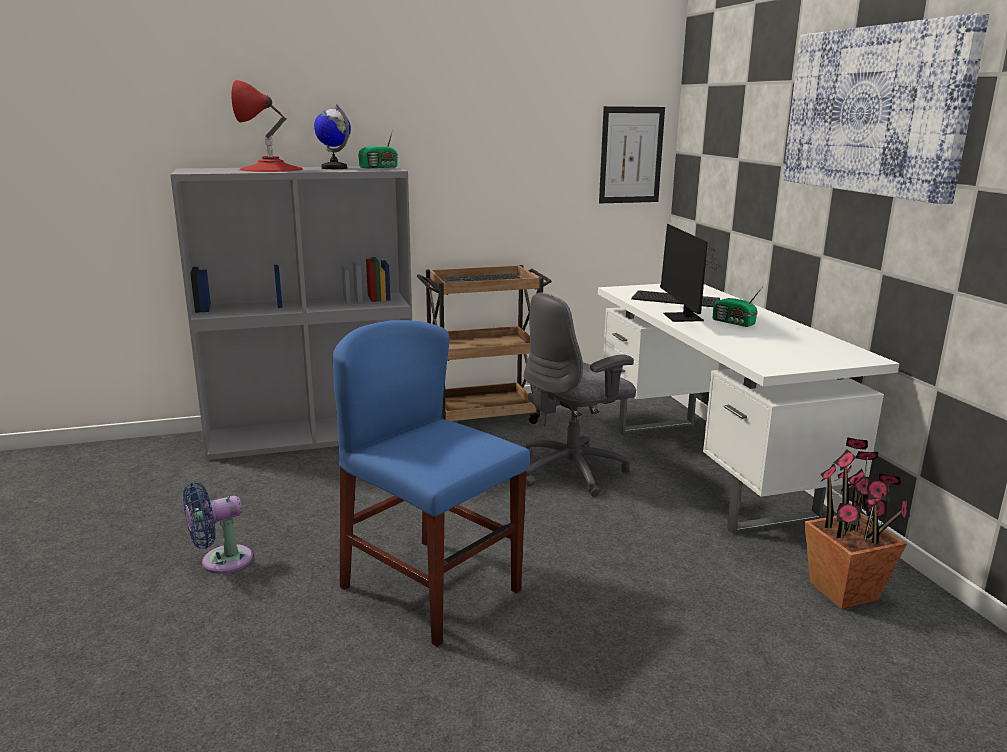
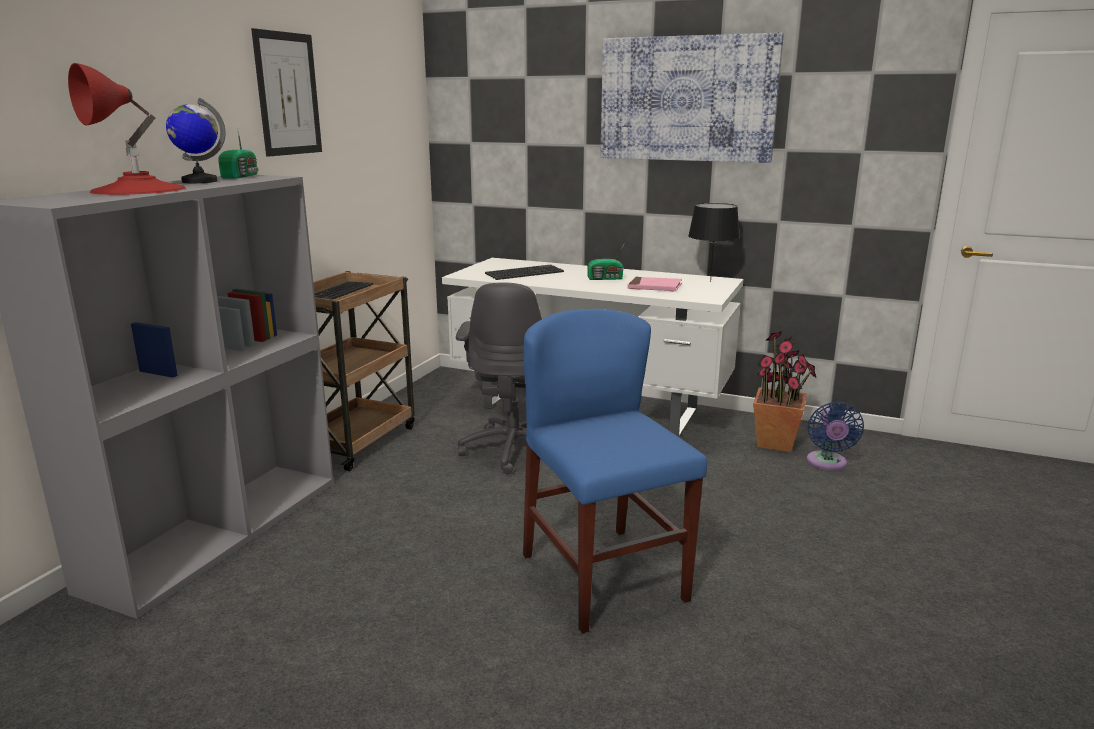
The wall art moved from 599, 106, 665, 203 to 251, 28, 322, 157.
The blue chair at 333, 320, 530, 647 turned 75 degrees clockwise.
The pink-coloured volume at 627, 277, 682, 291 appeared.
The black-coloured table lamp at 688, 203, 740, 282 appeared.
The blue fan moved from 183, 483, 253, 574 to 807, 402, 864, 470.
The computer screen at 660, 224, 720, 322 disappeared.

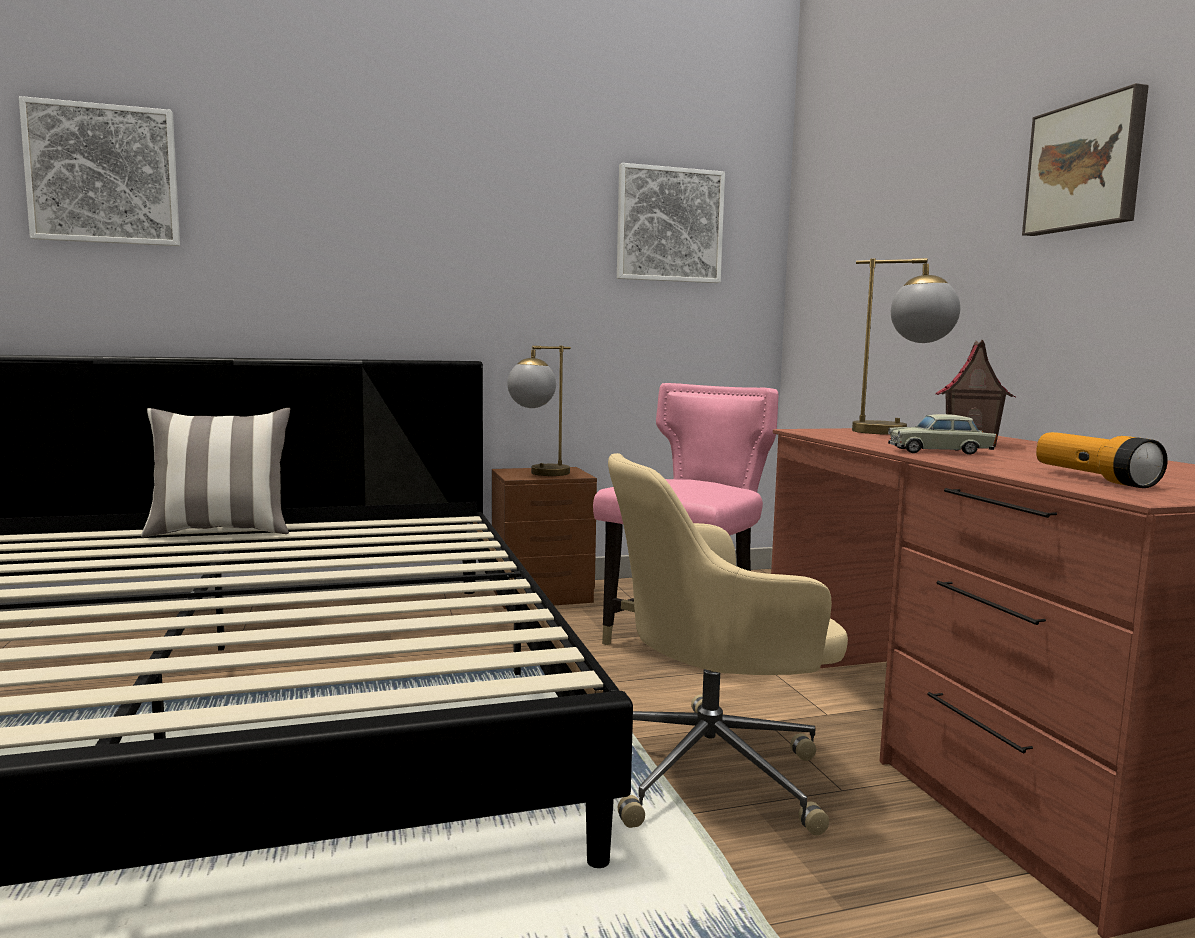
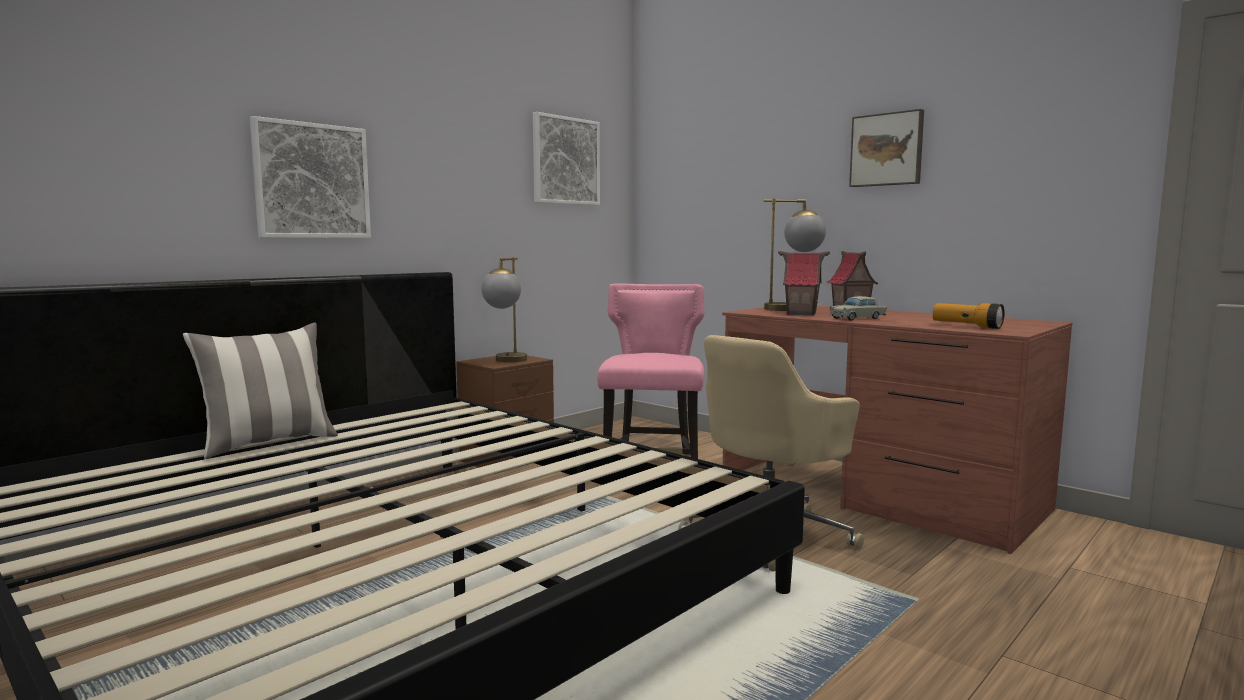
The wall art moved from 19, 96, 180, 246 to 250, 116, 371, 238.
The toy house at 778, 251, 830, 316 appeared.

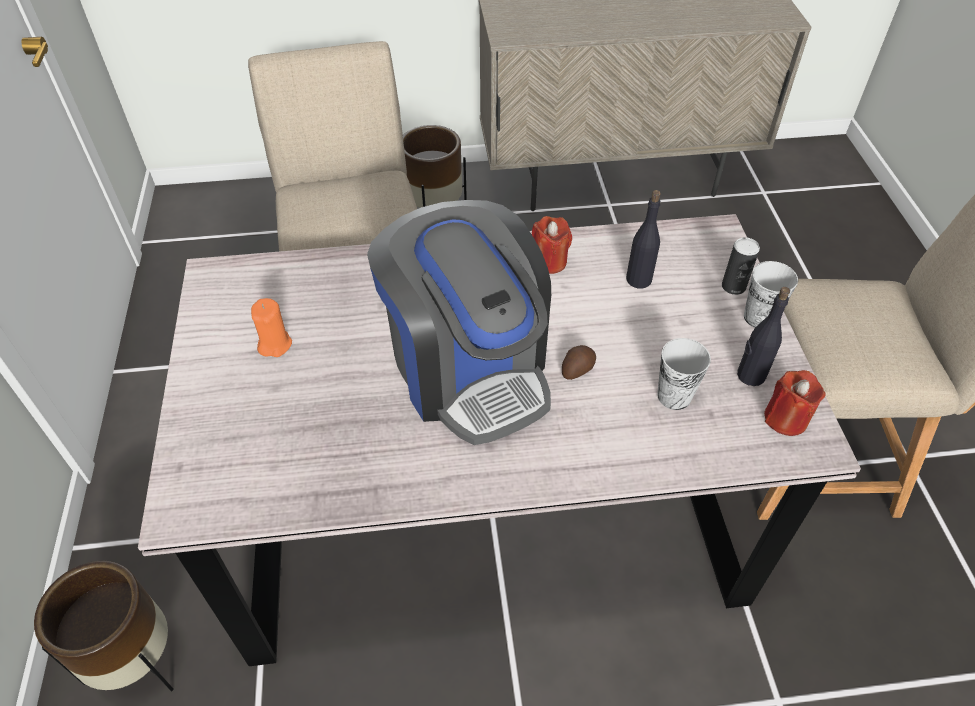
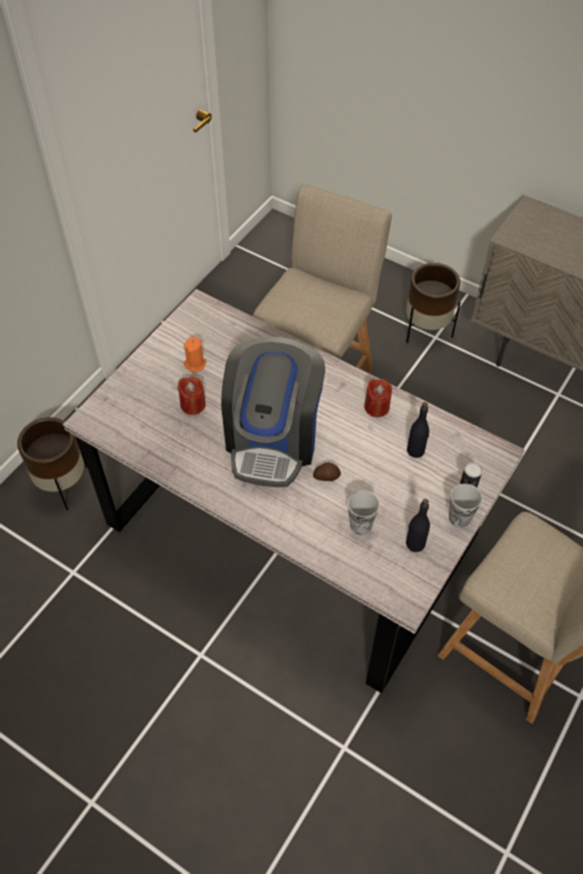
The red-coloured wax candle moved from 764, 370, 826, 436 to 178, 376, 206, 415.

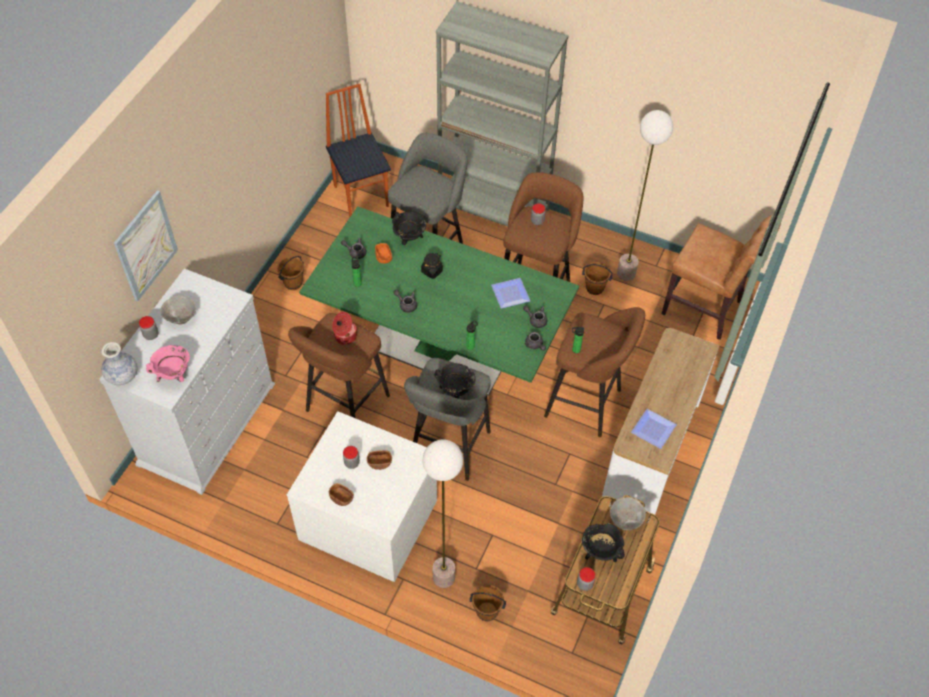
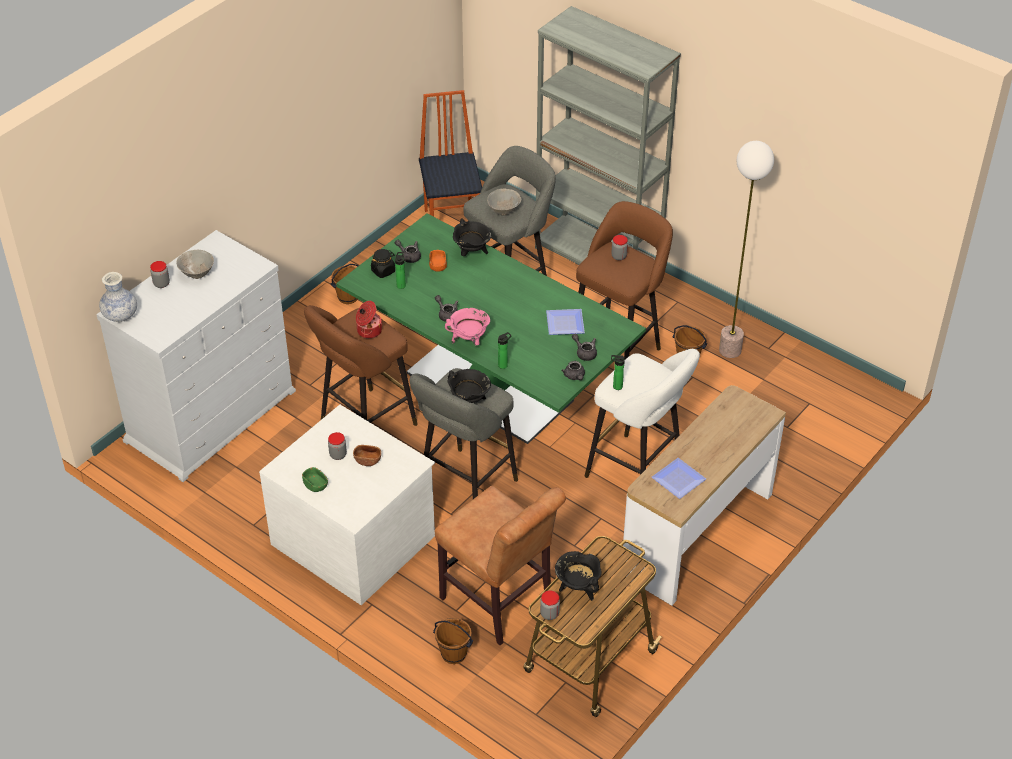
The brown-coloured serving bowl at 329, 483, 354, 506 became the greenish serving bowl at 302, 467, 328, 492.
The black-coloured storage jar moved from 421, 253, 443, 279 to 371, 249, 395, 278.
The brown-coloured chair moved from 662, 215, 781, 340 to 435, 485, 566, 645.
The pink-coloured cooking pot moved from 146, 345, 190, 382 to 445, 308, 490, 346.
The grey serving bowl moved from 610, 497, 646, 530 to 487, 189, 521, 216.
The brown-coloured stool seat at 544, 307, 645, 437 became the white stool seat at 585, 349, 700, 478.
The wall art at 114, 190, 178, 301 disappeared.
The floor lamp at 423, 439, 463, 588 disappeared.

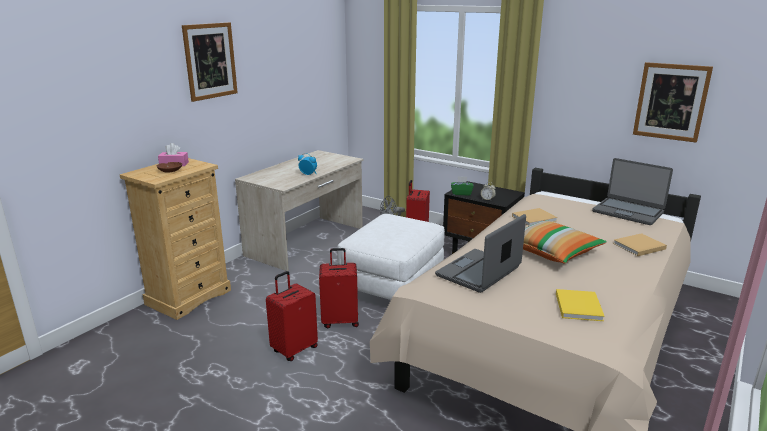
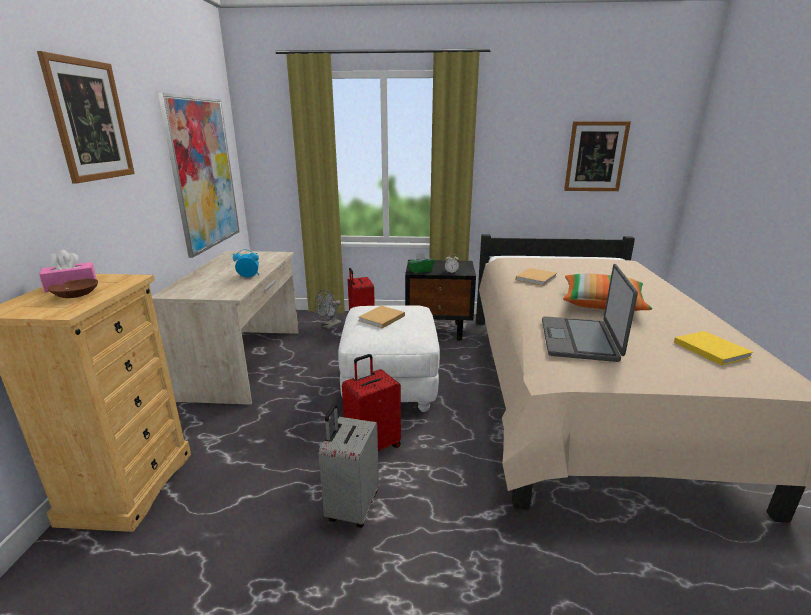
The wall art at 158, 93, 240, 258 appeared.
The red-coloured suitcase at 266, 271, 318, 361 became the grey suitcase at 319, 404, 379, 528.
The beige volume moved from 613, 233, 667, 256 to 358, 306, 405, 328.
The notebook computer at 592, 158, 673, 225 disappeared.

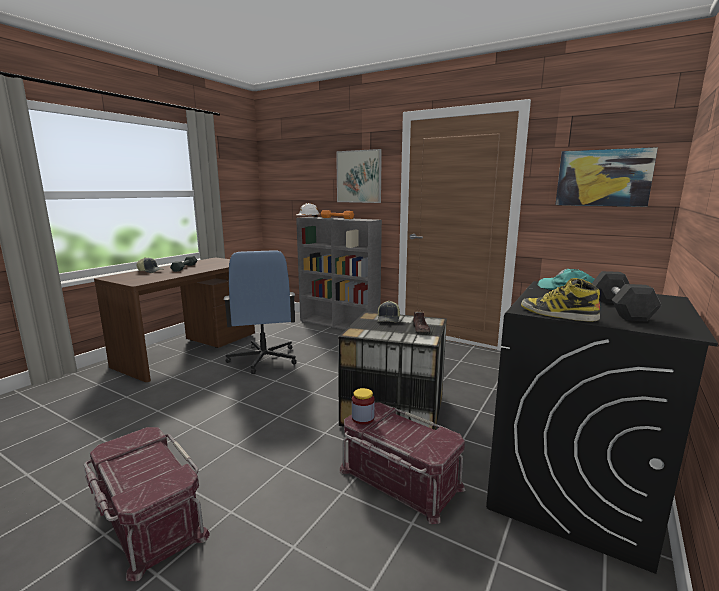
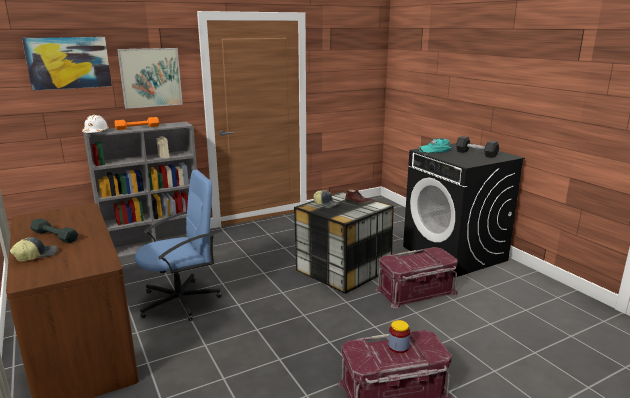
The wall art moved from 555, 147, 658, 207 to 22, 37, 112, 91.
The blue desk chair at 224, 251, 297, 374 turned 45 degrees counterclockwise.
The storage jar moved from 352, 388, 375, 424 to 388, 320, 410, 353.
The high-top boot at 521, 278, 600, 322 disappeared.

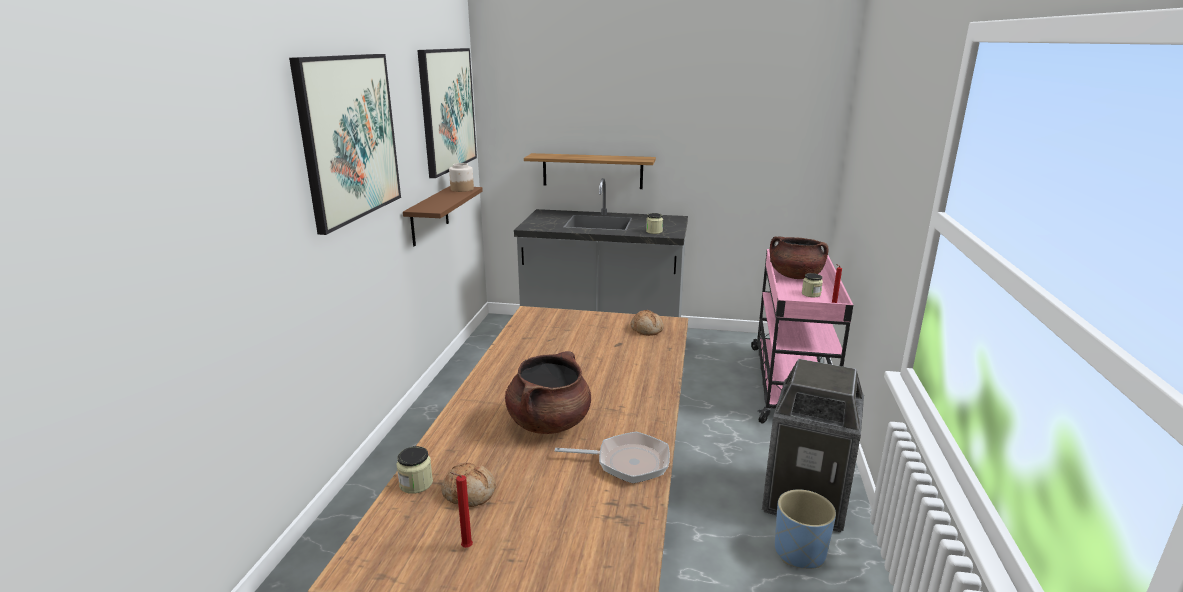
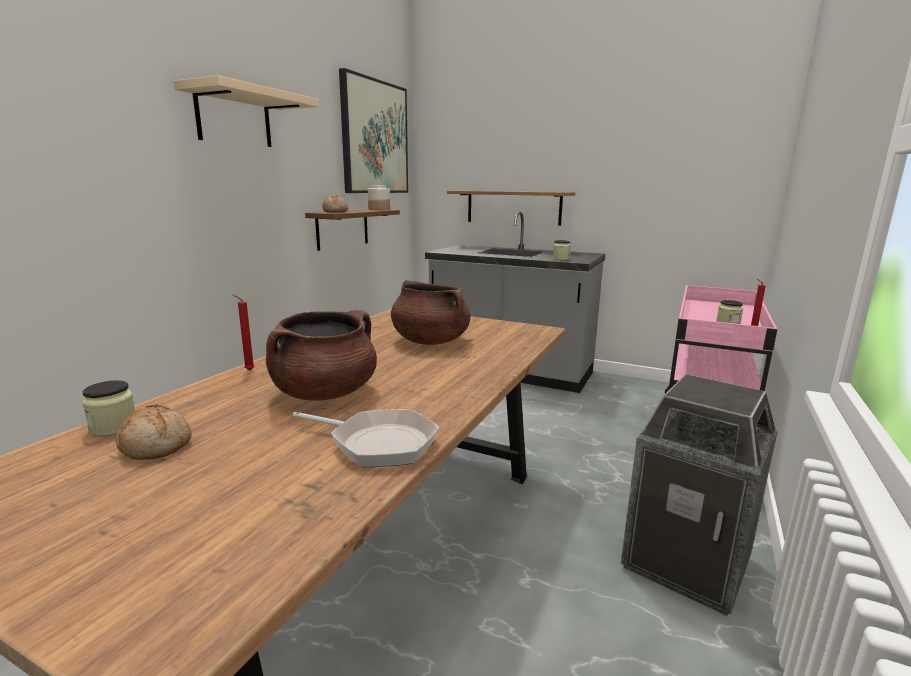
The wall art at 289, 54, 401, 235 was replaced by the beige wall shelf at 174, 75, 319, 147.
The red-coloured wax candle moved from 450, 472, 473, 548 to 232, 294, 255, 370.
The baked bread moved from 631, 310, 664, 336 to 322, 196, 348, 213.
The brown-coloured cooking pot moved from 770, 236, 829, 279 to 391, 280, 470, 345.
The blue flower pot at 775, 489, 836, 569 disappeared.

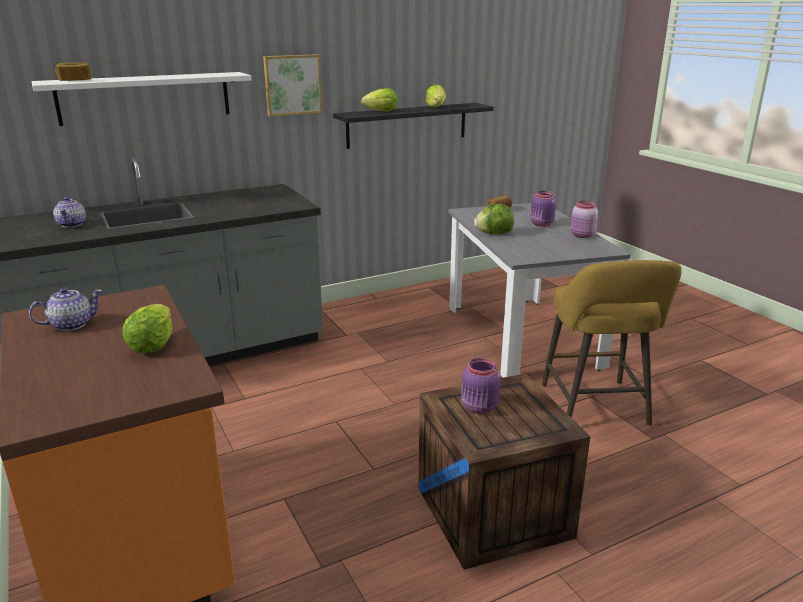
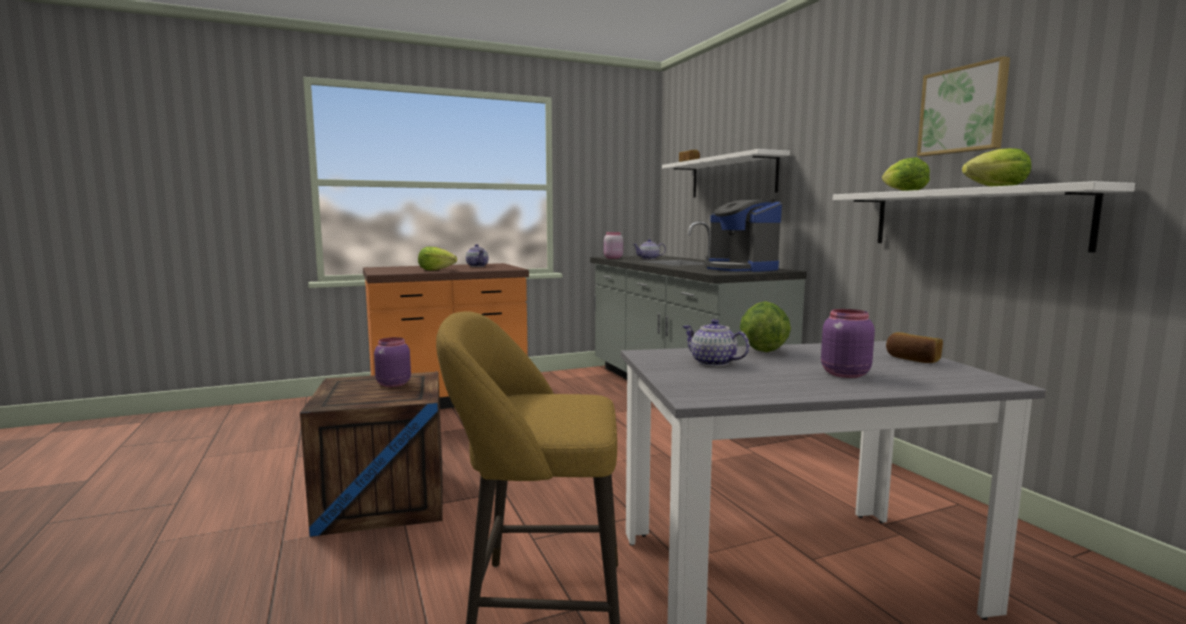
The pink-coloured storage jar moved from 571, 201, 598, 238 to 604, 232, 623, 259.
The pot for tea at 682, 319, 750, 367 appeared.
The coffee brewer at 704, 199, 782, 272 appeared.
The black-coloured wall shelf at 333, 103, 494, 149 became the white wall shelf at 833, 181, 1135, 253.
The wall art moved from 263, 54, 322, 116 to 917, 56, 1010, 156.

